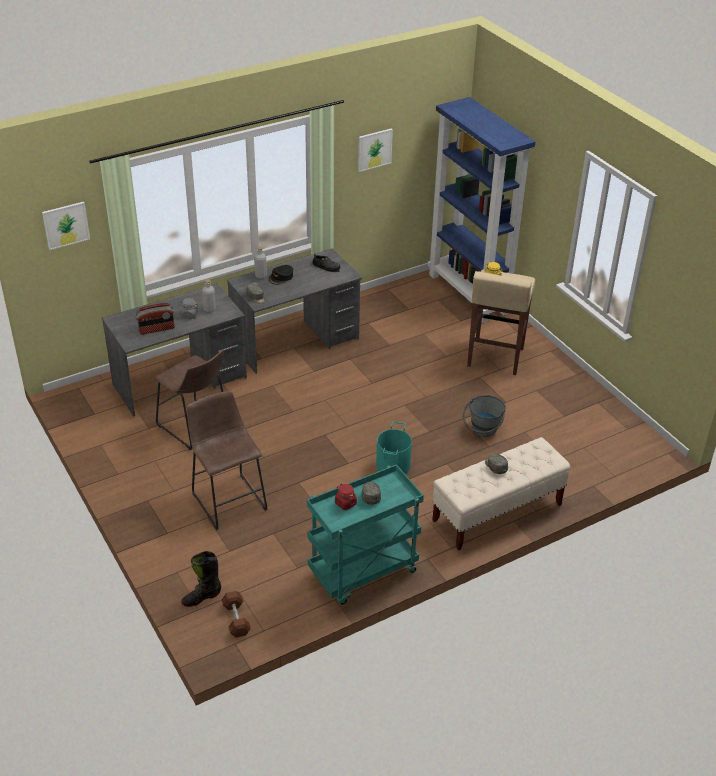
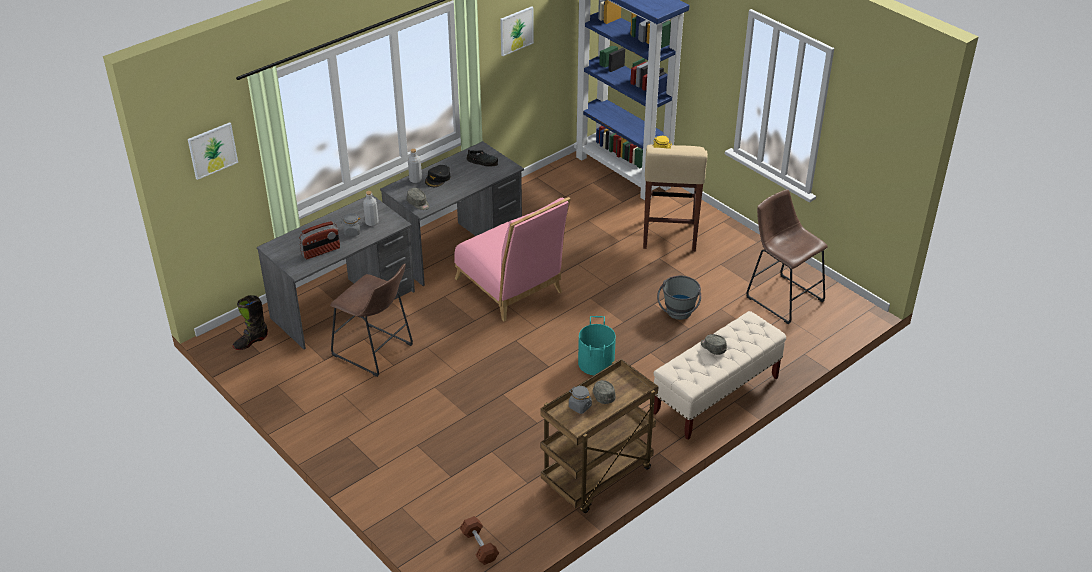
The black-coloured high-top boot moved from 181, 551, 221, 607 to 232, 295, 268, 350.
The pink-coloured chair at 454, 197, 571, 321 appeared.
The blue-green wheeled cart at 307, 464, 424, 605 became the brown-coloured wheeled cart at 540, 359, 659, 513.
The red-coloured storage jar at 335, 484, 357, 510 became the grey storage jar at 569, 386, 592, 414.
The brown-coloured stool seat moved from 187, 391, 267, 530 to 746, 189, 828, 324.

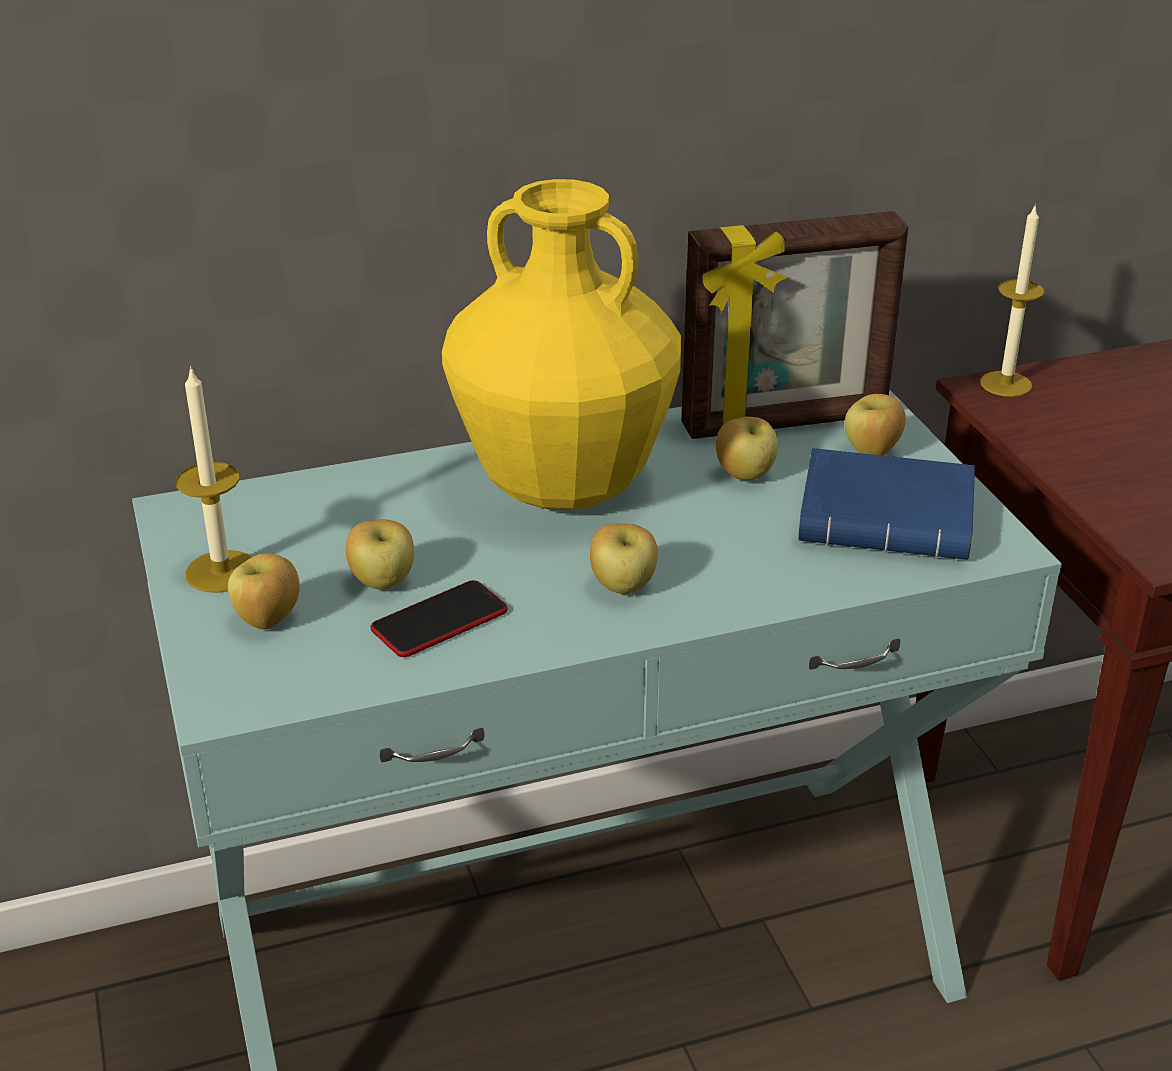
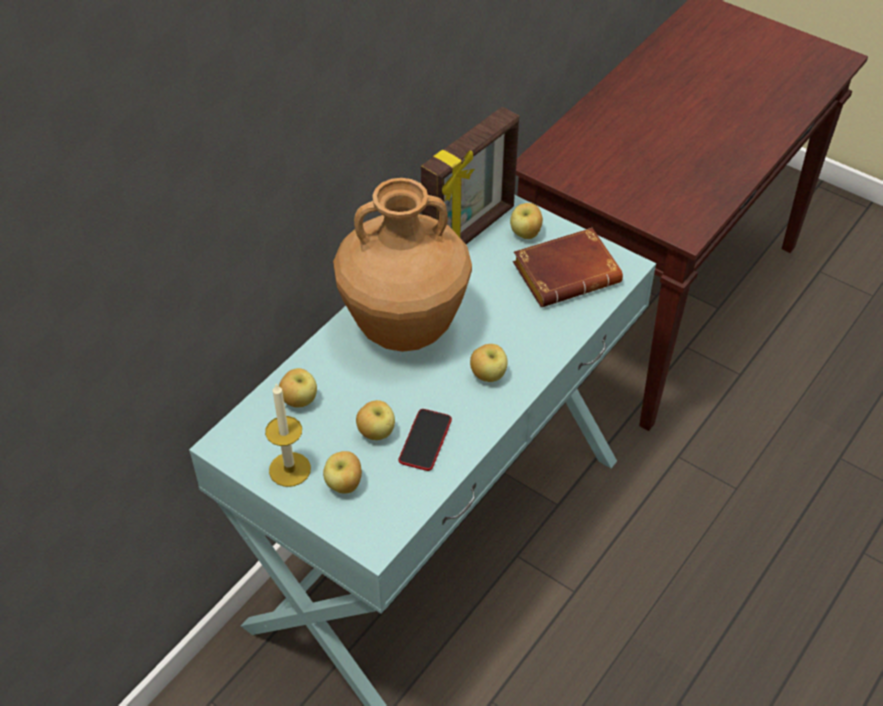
The apple fruit moved from 716, 417, 778, 480 to 279, 368, 317, 408.
The yellowish decorative vase at 442, 179, 681, 510 became the brown-coloured decorative vase at 333, 178, 472, 352.
The blue volume at 798, 448, 975, 560 became the brown-coloured volume at 513, 228, 623, 307.
The wax candle at 980, 204, 1045, 397 disappeared.

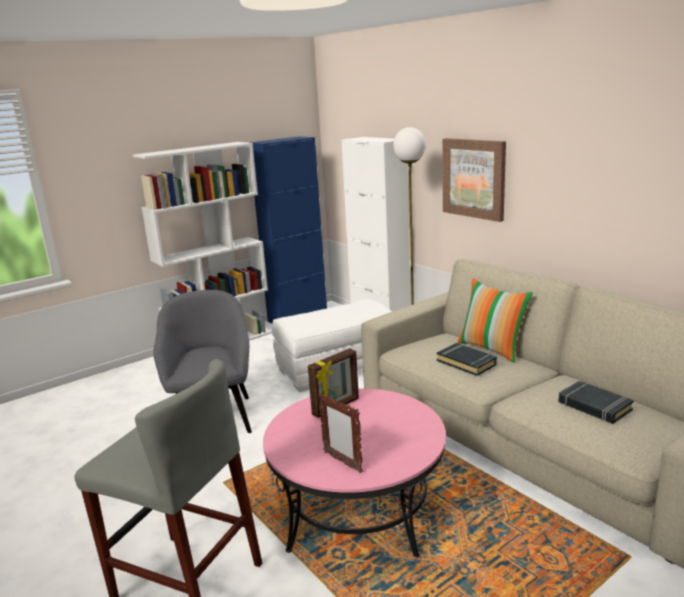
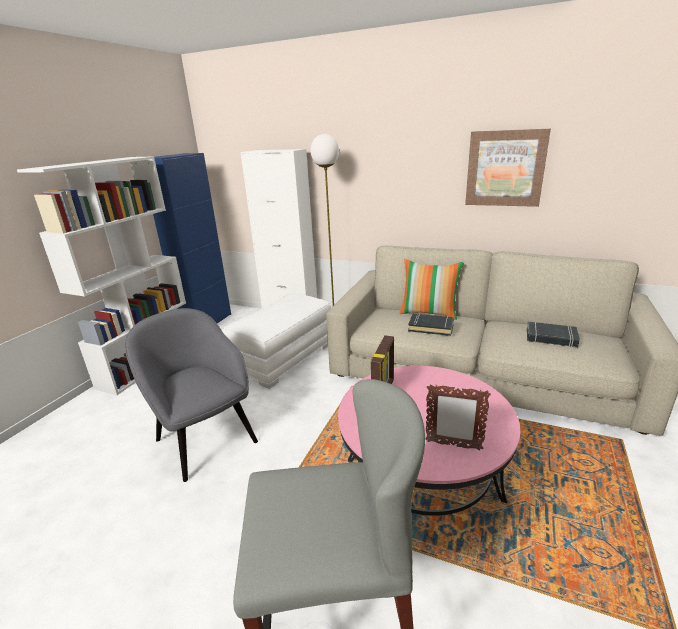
The wall art moved from 443, 138, 506, 222 to 465, 129, 551, 207.

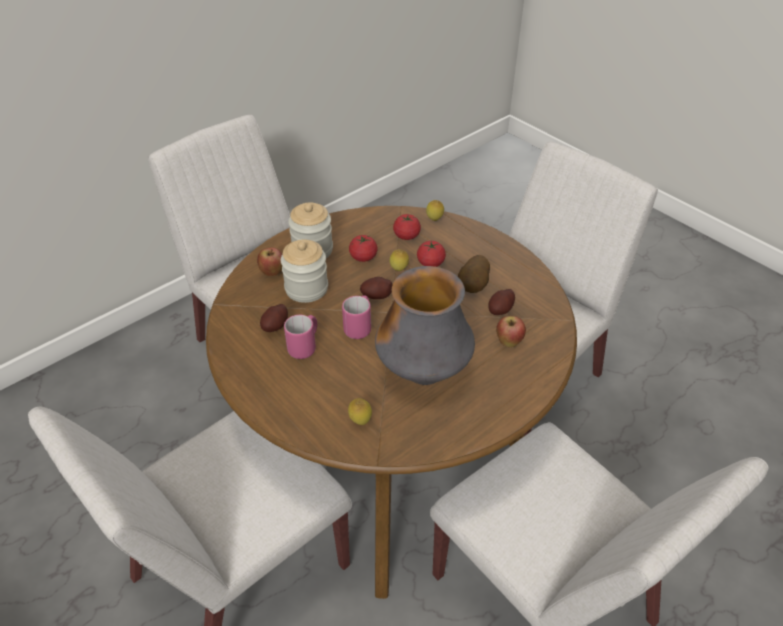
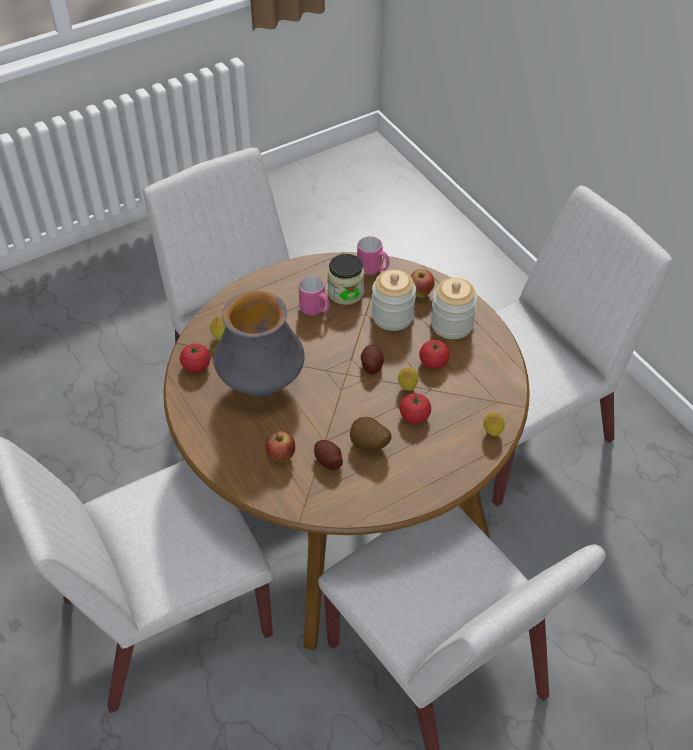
The fresh tomato moved from 393, 214, 421, 240 to 180, 344, 211, 373.
The spud at 260, 304, 288, 332 was replaced by the storage jar at 327, 254, 364, 305.
The pink-coloured mug moved from 342, 295, 371, 339 to 357, 236, 389, 275.

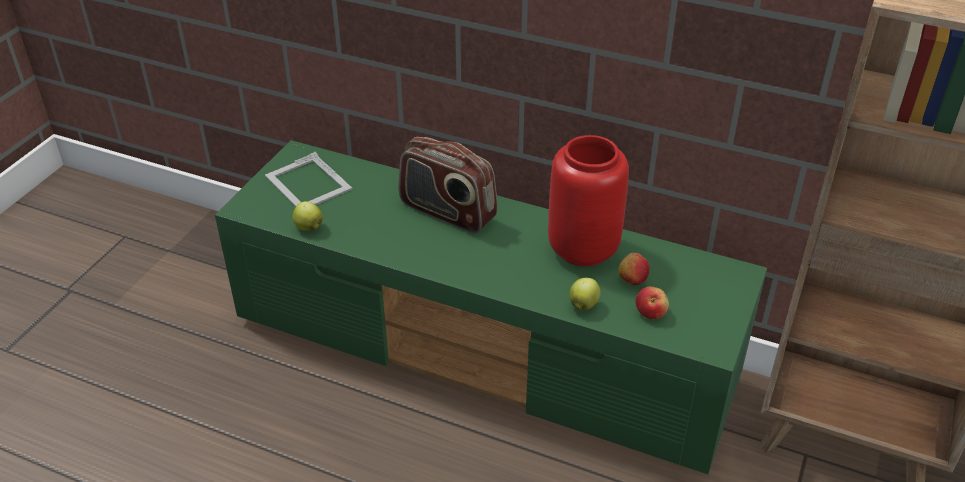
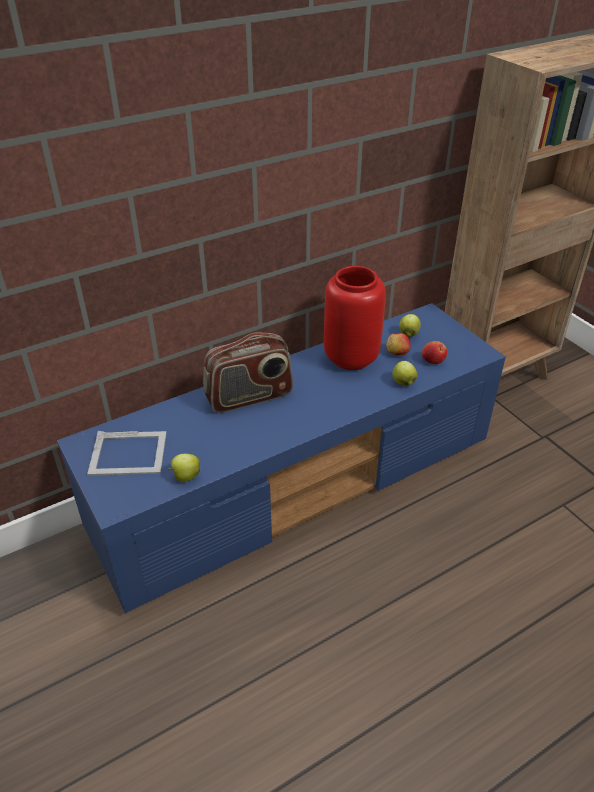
The greenish tv stand at 215, 140, 767, 474 became the blue tv stand at 57, 303, 506, 613.
The apple fruit at 399, 314, 421, 337 appeared.

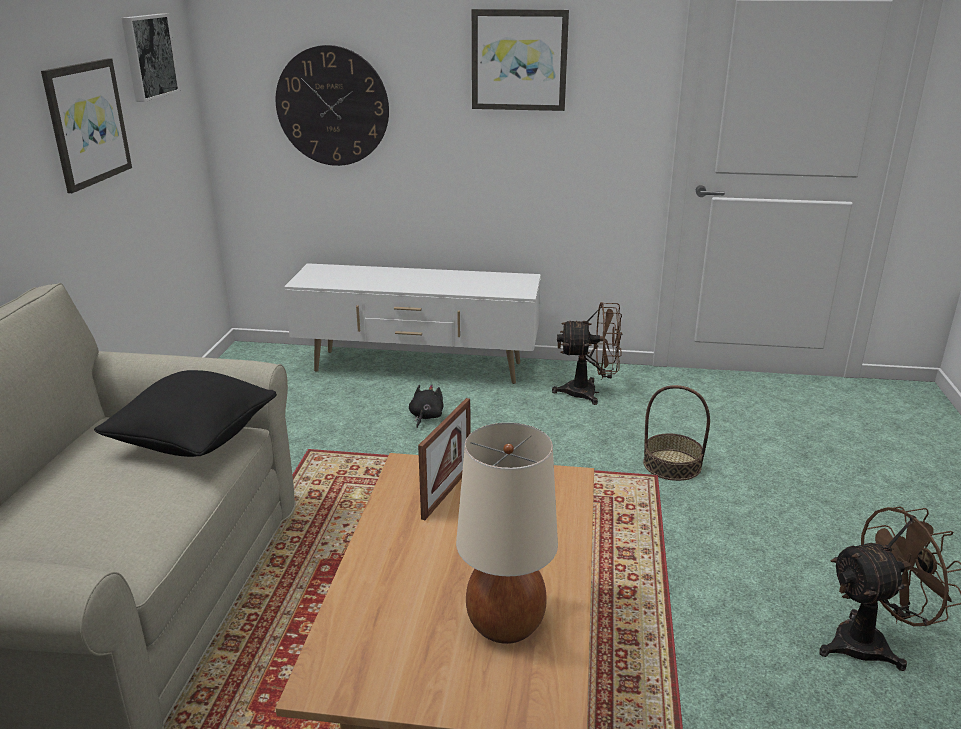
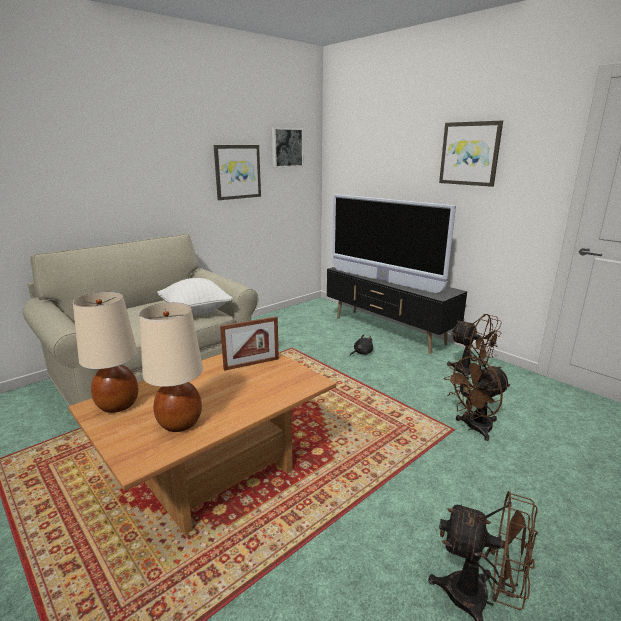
The beige table lamp at 73, 292, 138, 413 appeared.
The black-coloured cushion at 94, 370, 277, 457 became the white cushion at 157, 278, 233, 316.
The white tv stand at 284, 263, 541, 384 became the black-coloured tv stand at 327, 267, 467, 354.
The TV set at 332, 194, 456, 294 appeared.
The household basket at 643, 385, 710, 481 was replaced by the brown-coloured fan at 444, 356, 511, 441.
The hanging clock at 276, 45, 389, 166 disappeared.

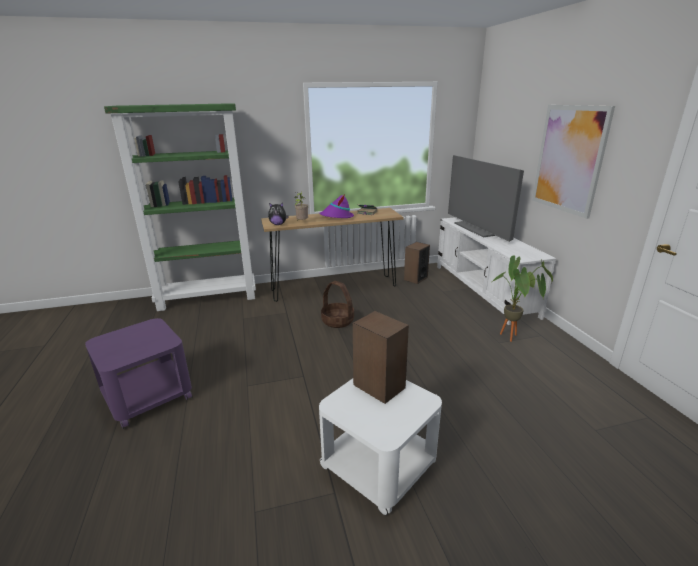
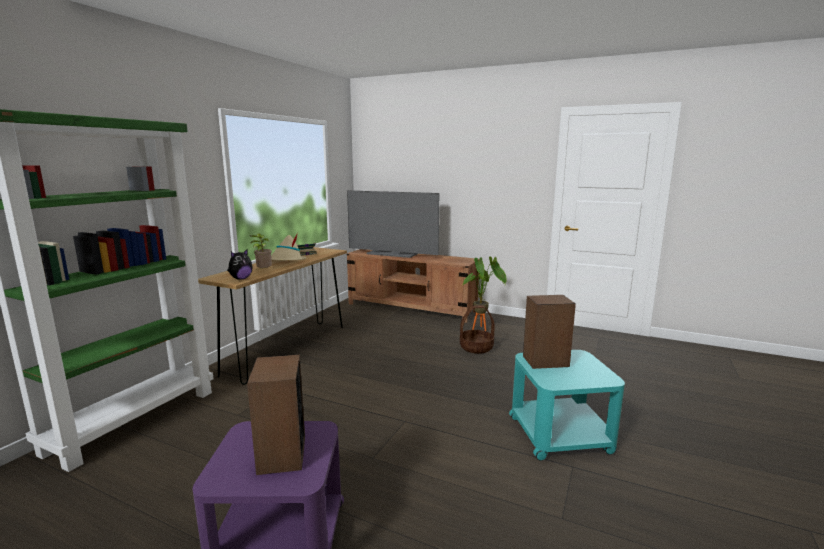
The loudspeaker moved from 404, 242, 430, 284 to 247, 355, 305, 475.
The purplish clothing hat at 319, 195, 354, 218 became the beige clothing hat at 271, 234, 307, 261.
The white tv stand at 437, 217, 556, 325 became the brown-coloured tv stand at 347, 249, 479, 323.
The household basket moved from 321, 281, 354, 328 to 460, 305, 495, 354.
The white accent table at 319, 378, 442, 515 became the blue-green accent table at 509, 350, 625, 460.
The wall art at 532, 105, 615, 219 disappeared.

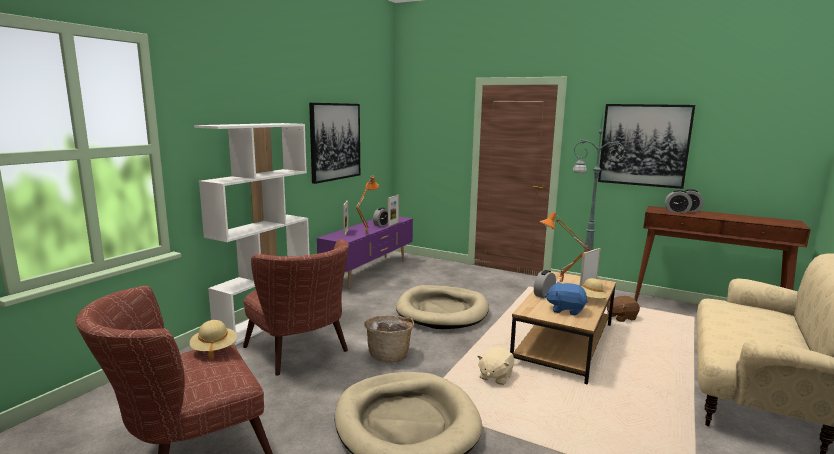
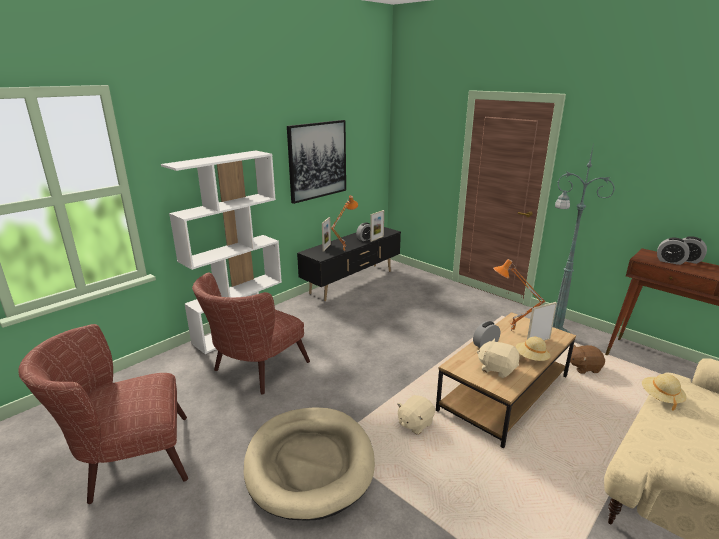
The brown-coloured lounge chair at 243, 239, 349, 376 turned 60 degrees clockwise.
The purplish tv stand at 317, 217, 413, 289 became the black-coloured tv stand at 297, 227, 401, 301.
The blue plush toy at 544, 282, 588, 315 became the beige plush toy at 477, 339, 520, 378.
The beige clothing hat moved from 190, 320, 237, 360 to 642, 374, 687, 411.
The household basket at 364, 315, 414, 362 disappeared.
The beige dog cushion at 396, 285, 489, 329 disappeared.
The wall art at 598, 104, 695, 189 disappeared.

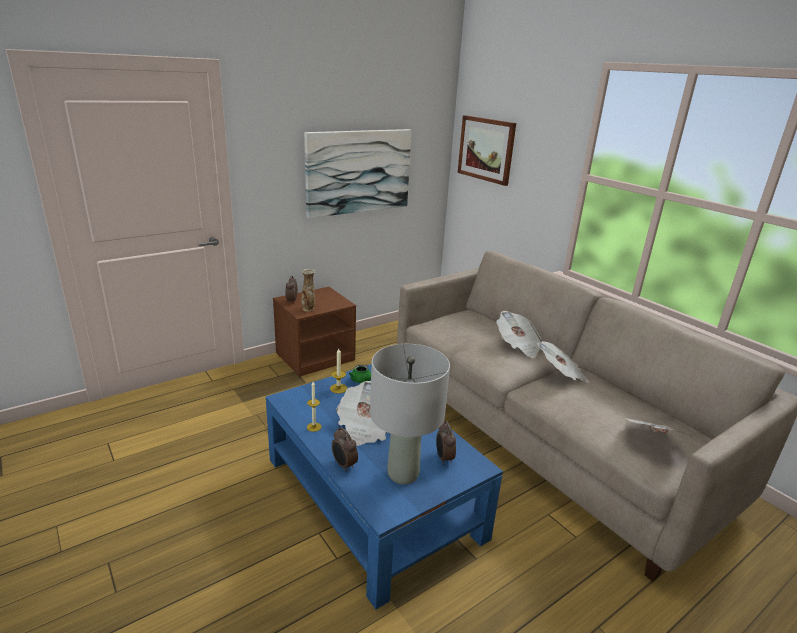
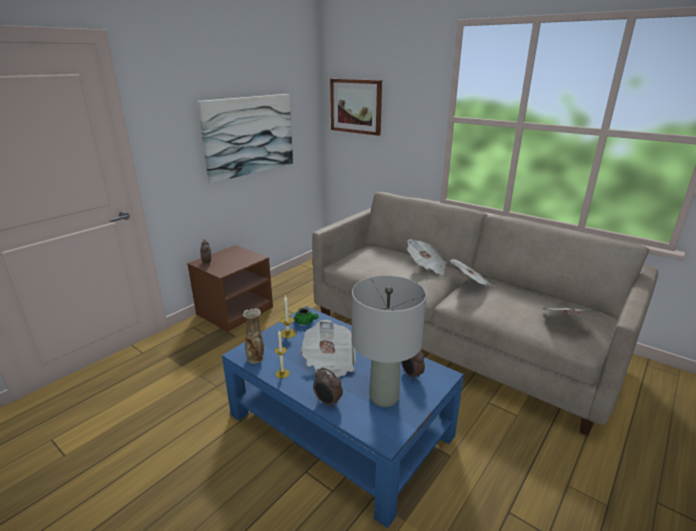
The decorative vase moved from 301, 269, 315, 312 to 243, 308, 264, 364.

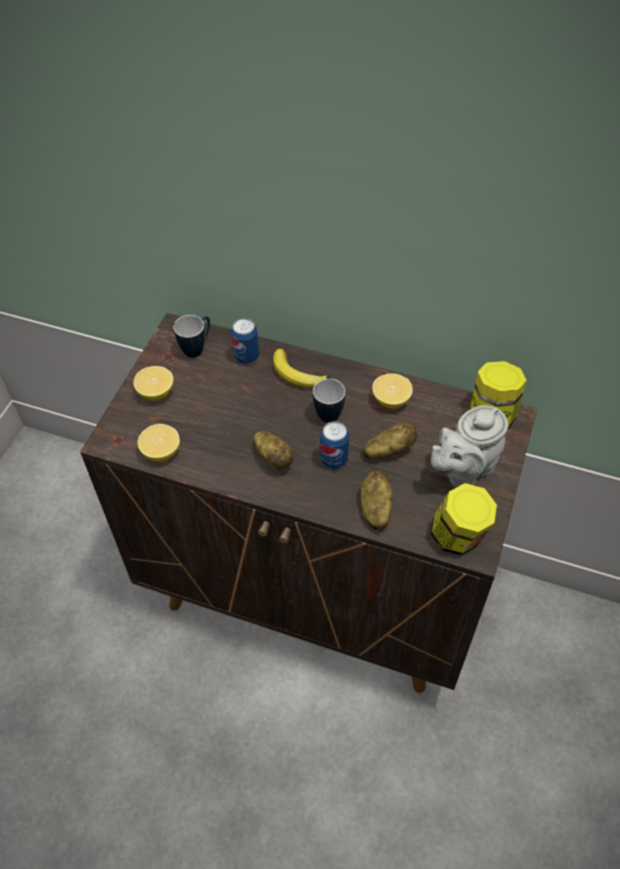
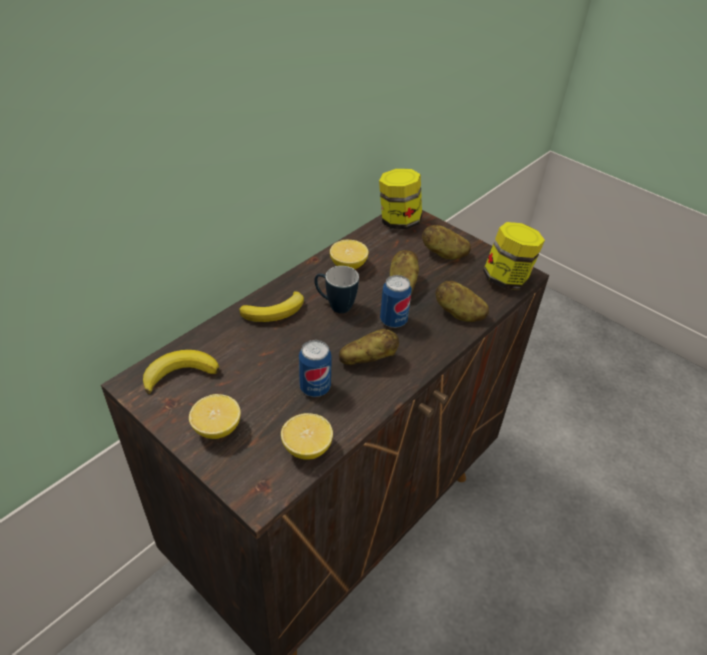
The mug at 173, 315, 210, 358 was replaced by the banana fruit at 143, 350, 219, 394.
The metal can moved from 231, 318, 259, 364 to 299, 340, 332, 397.
The grey pot for tea at 431, 405, 508, 488 was replaced by the spud at 422, 225, 471, 259.

